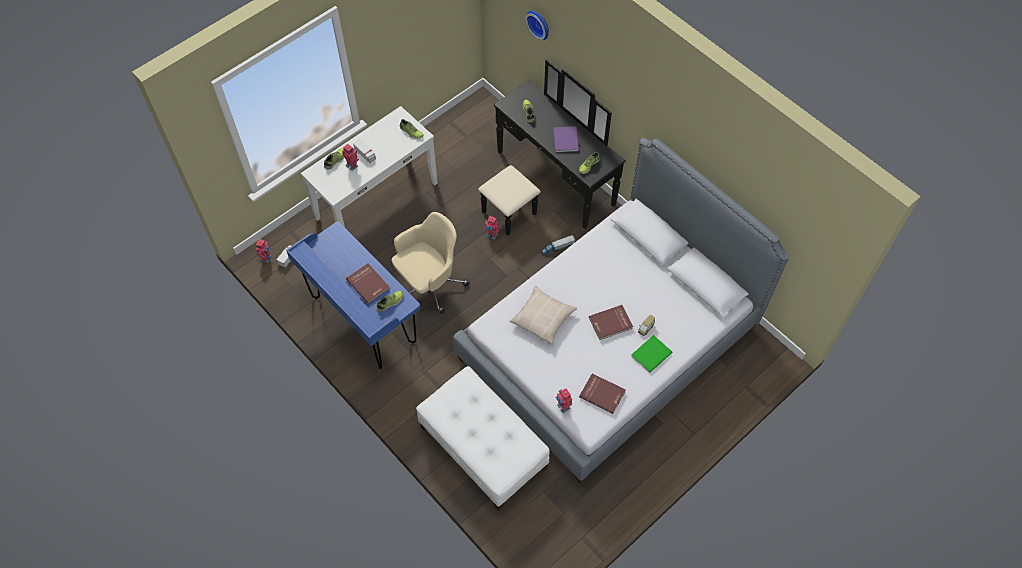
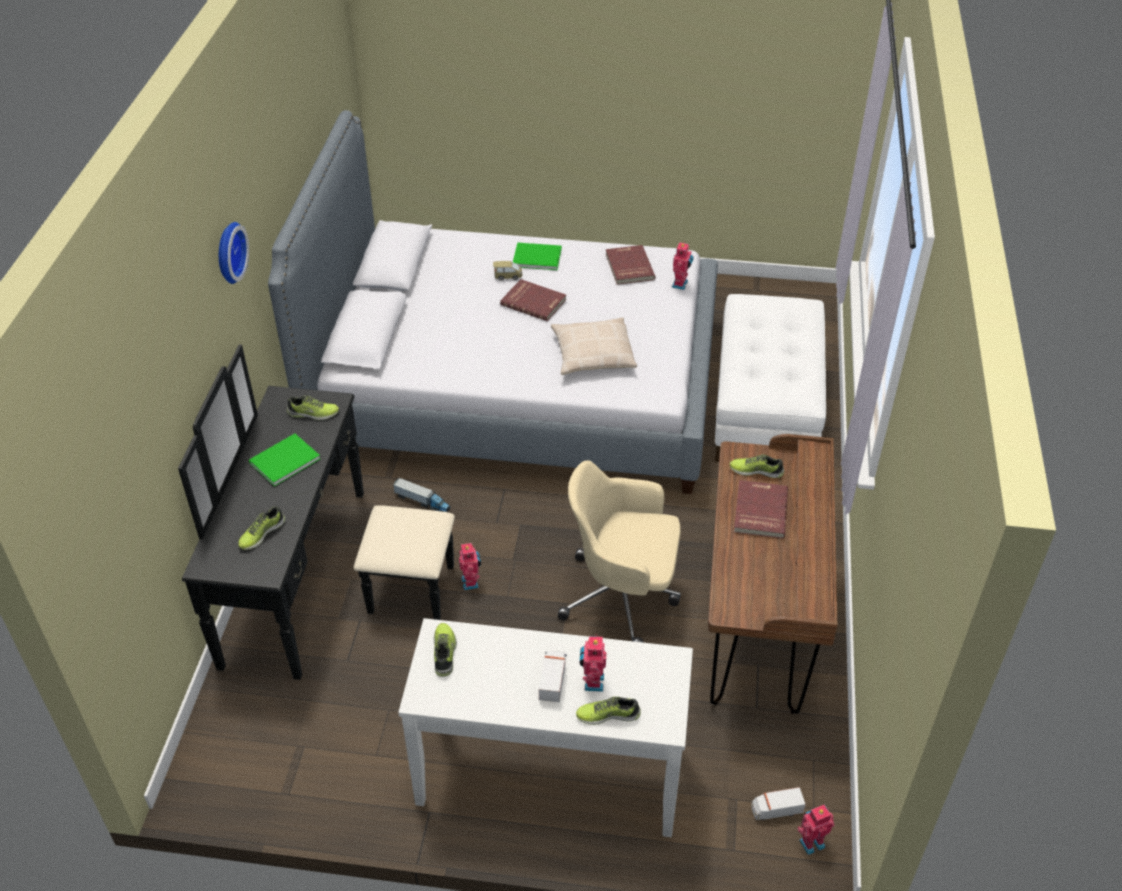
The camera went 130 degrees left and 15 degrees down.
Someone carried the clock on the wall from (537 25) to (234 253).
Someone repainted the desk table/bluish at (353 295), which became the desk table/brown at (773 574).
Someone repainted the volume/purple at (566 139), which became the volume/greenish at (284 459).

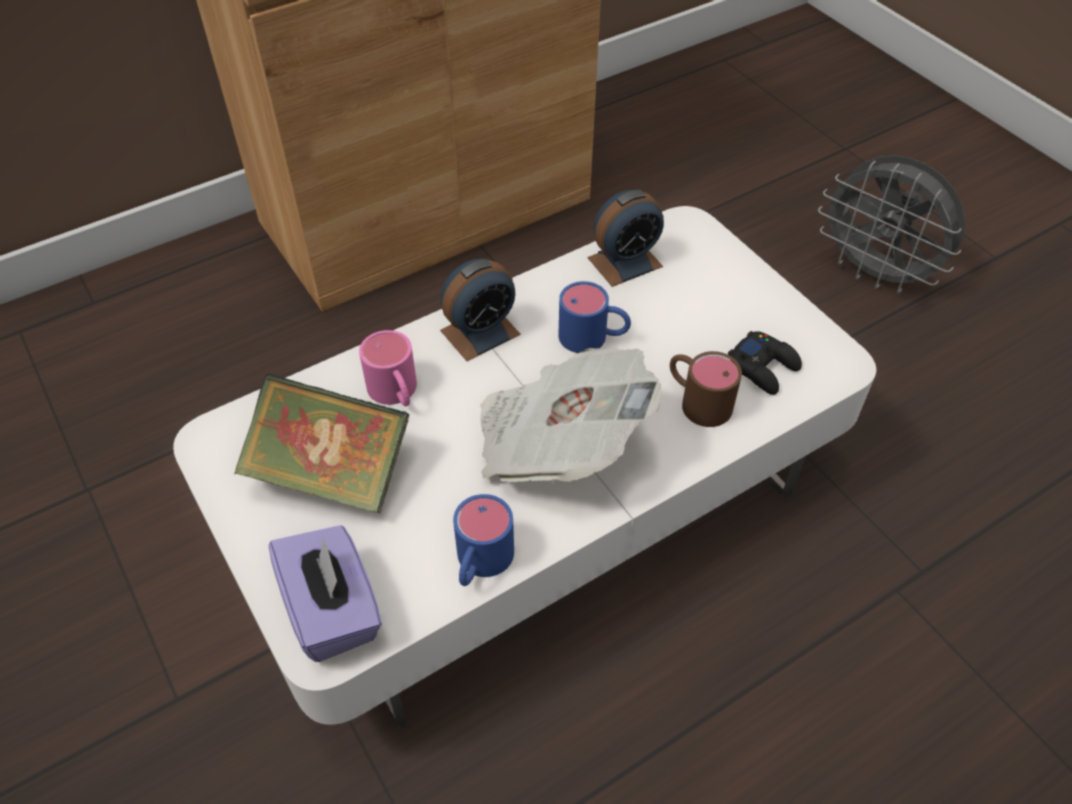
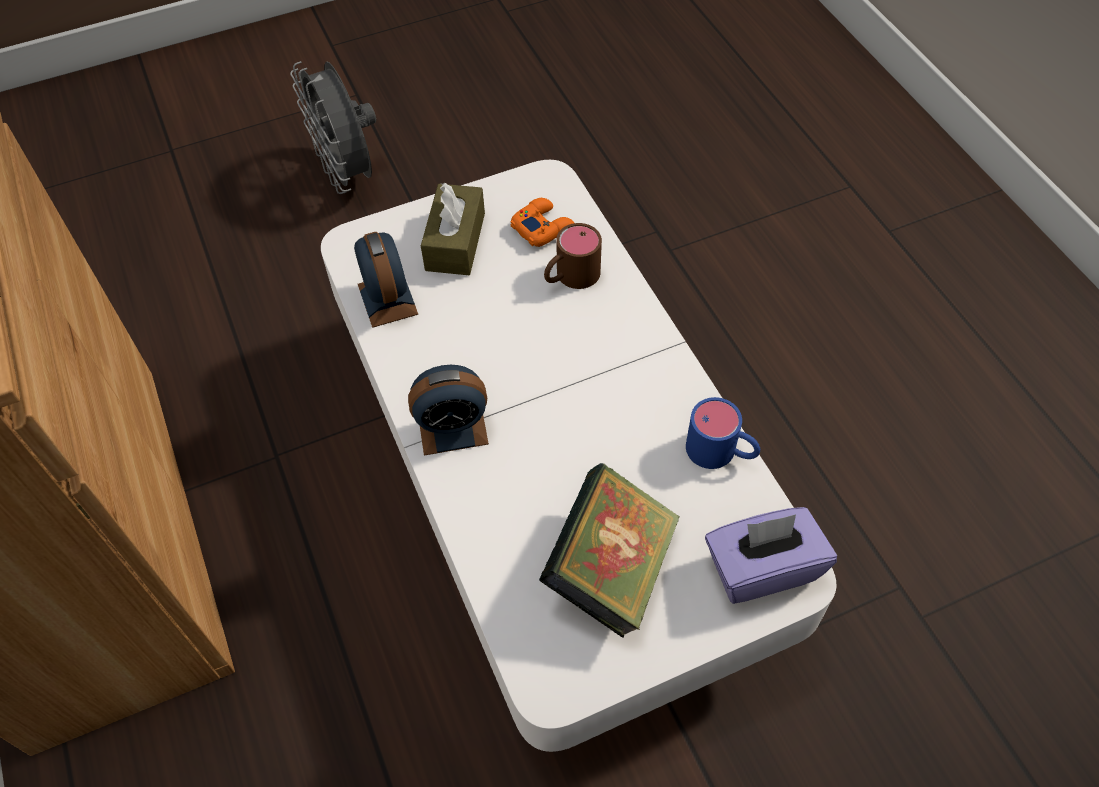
The camera went 80 degrees left and 5 degrees up.
Someone took away the tea mug/pinkish at (388 368).
Someone took away the daily paper at (571 415).
Someone took away the tea mug/bluish at (594 317).
Someone put down the tissue box/brown at (453 229).
Someone repainted the joypad/black-coloured at (765 363), which became the joypad/orange at (542 222).
Someone rotated the bedside clock at (480 310) by 105 degrees clockwise.
Someone rotated the fan/greyish at (891 224) by 105 degrees clockwise.

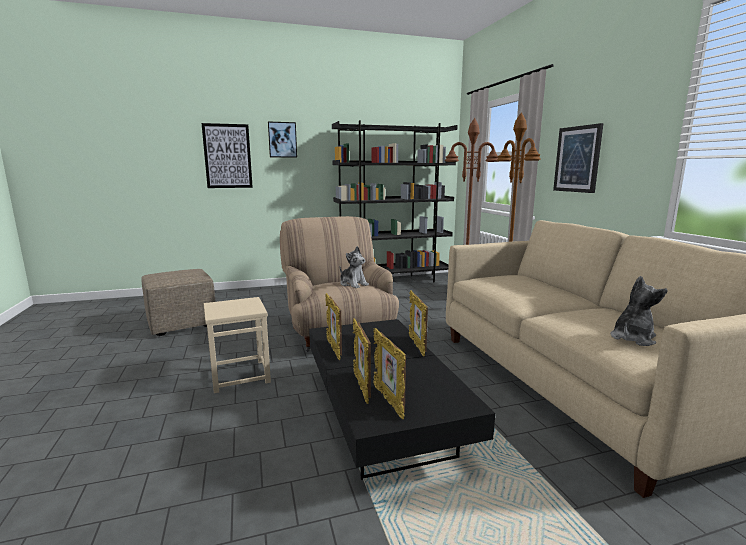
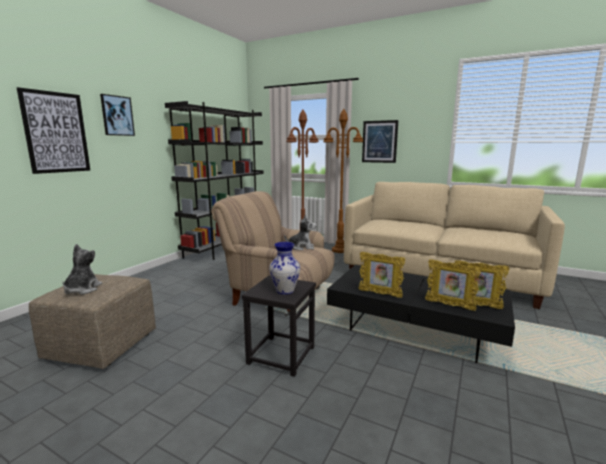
The camera went 45 degrees left and 0 degrees up.
Someone took away the standing frame at (418 323).
Someone put down the decorative vase at (284 268).
Someone carried the soft toy from (639 311) to (82 269).
Someone repainted the sitting stool/beige at (237 345), which became the sitting stool/black-coloured at (279 326).

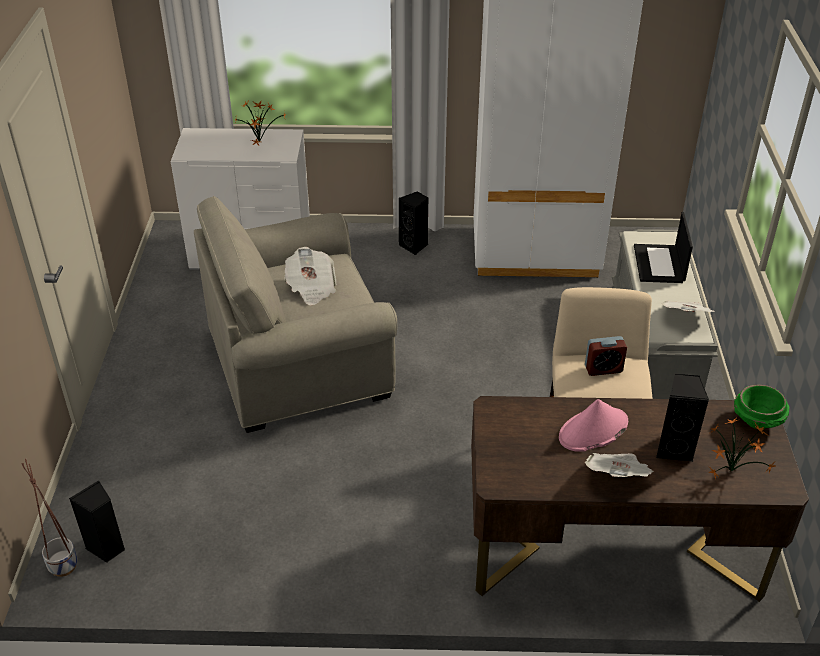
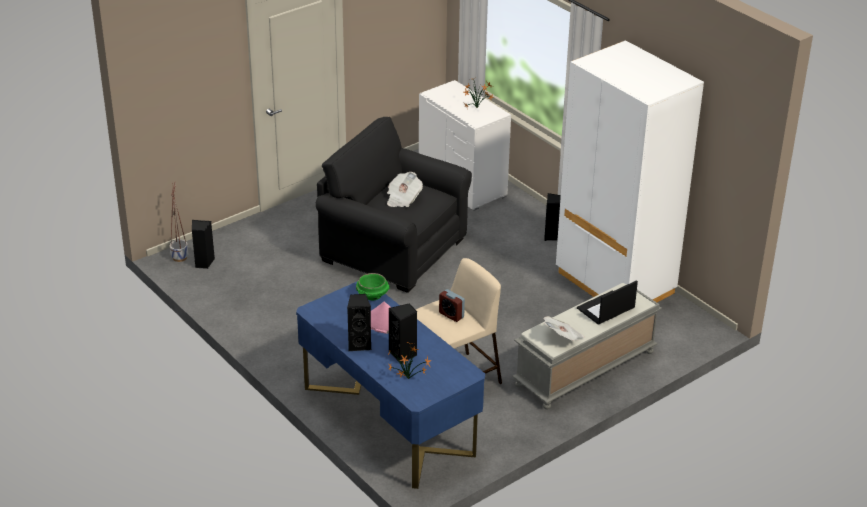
The camera went 50 degrees right and 5 degrees down.
Someone carried the deep dish/greenish from (762 407) to (373 286).
Someone swapped the daily paper at (619 465) for the audio speaker/black-coloured at (359 322).
Someone repainted the lounge chair/beige at (295 314), which became the lounge chair/black-coloured at (394 205).
Someone repainted the desk table/brown at (640 499), which became the desk table/bluish at (390 385).

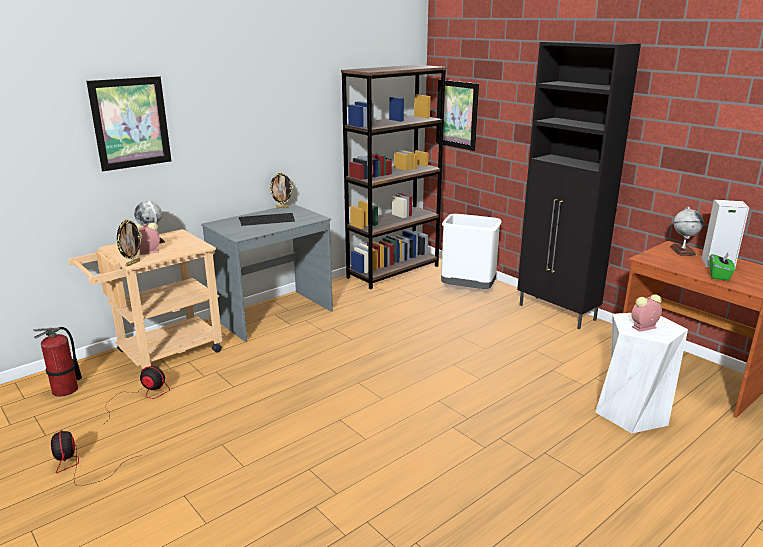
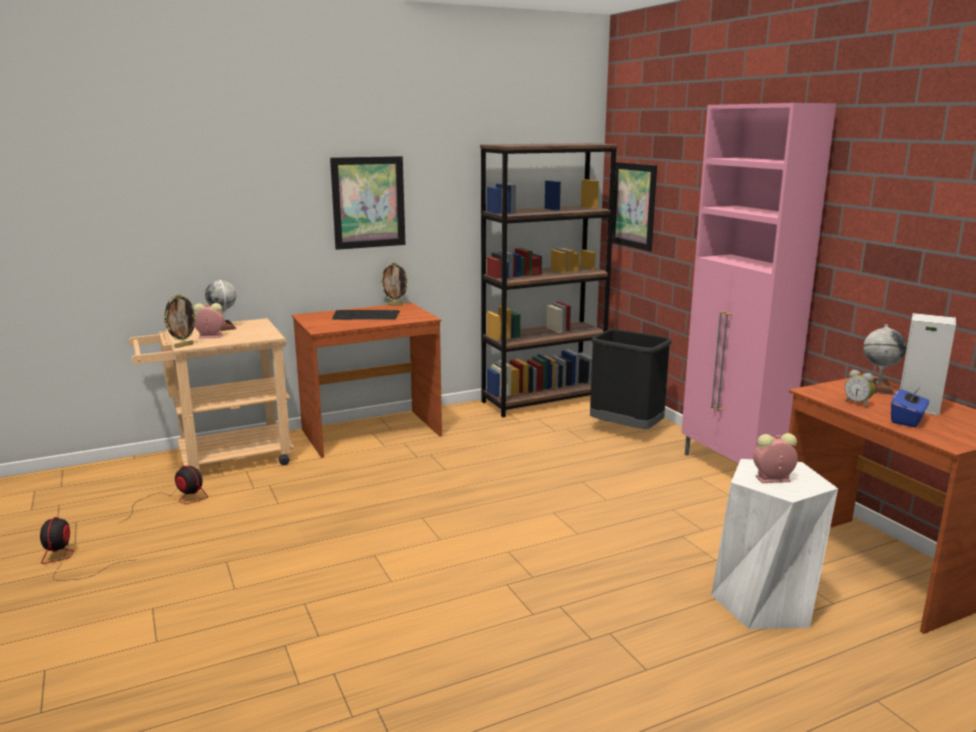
The camera went 15 degrees right and 5 degrees down.
Someone took away the fire extinguisher at (57 362).
Someone put down the bedside clock at (860 388).
Someone carried the picture from (128 123) to (367 203).
Someone repainted the desk table/greyish at (267 273), which became the desk table/brown at (366 380).
Someone repainted the waste bin/white at (471 251), which became the waste bin/black-coloured at (631 379).
Someone repainted the cabinet/black-coloured at (579 185), which became the cabinet/pinkish at (758 283).
Someone repainted the tissue box/greenish at (722 266), which became the tissue box/bluish at (910 406).

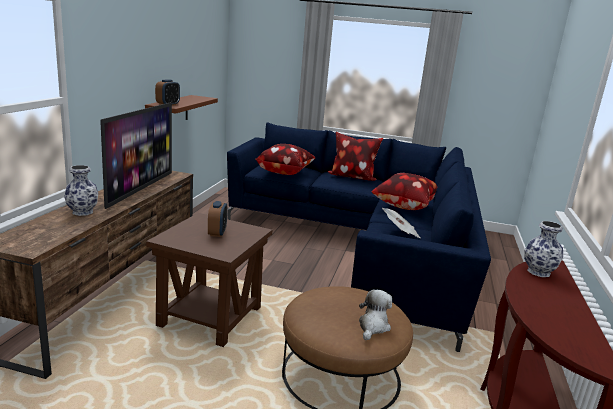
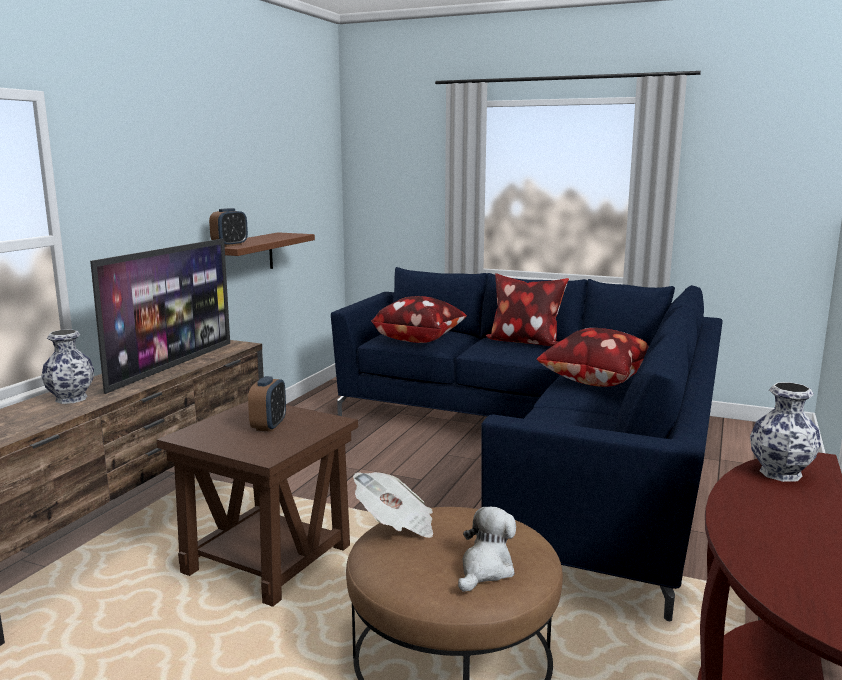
The camera went 10 degrees right and 5 degrees down.
Someone carried the daily paper from (401 223) to (393 505).

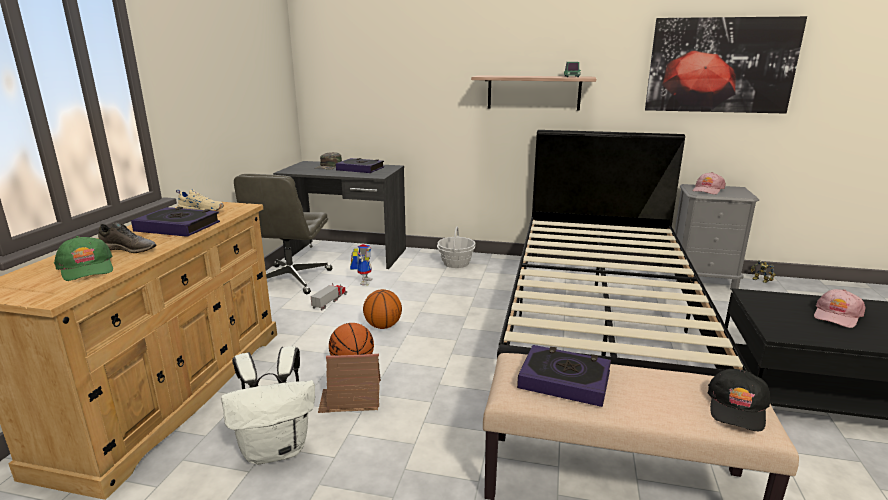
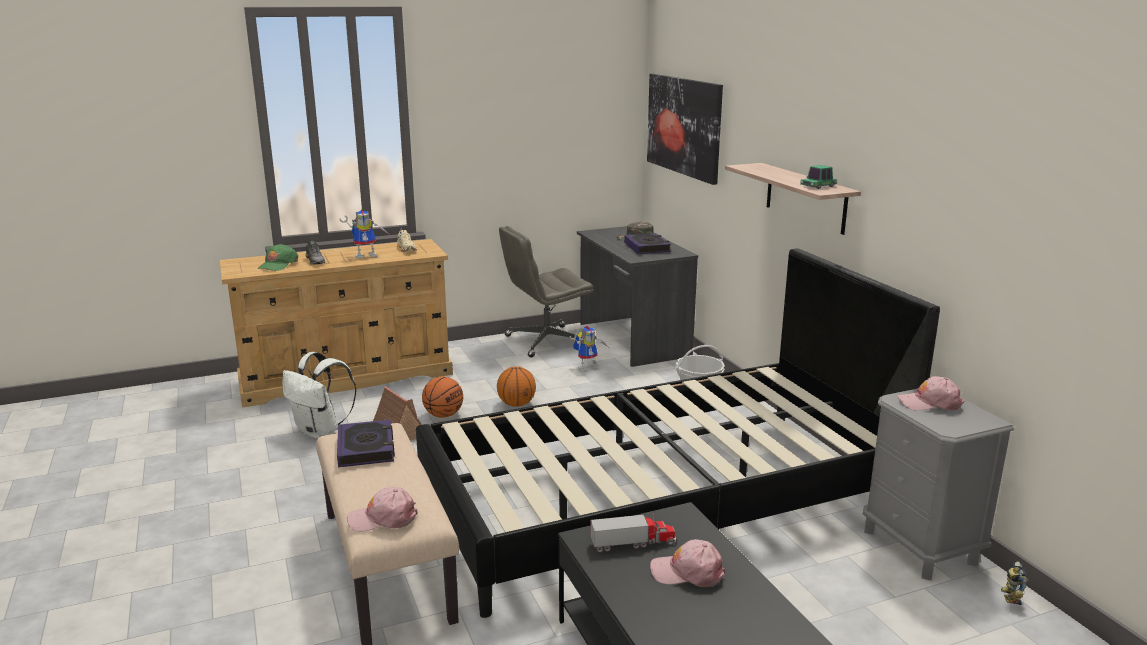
The camera went 55 degrees right and 0 degrees up.
Someone carried the model truck from (329 296) to (633 533).
Someone carried the picture from (726 65) to (685 129).
Someone swapped the volume at (175 222) for the toy robot at (364 234).
Someone repainted the peaked cap/black-coloured at (739 400), which became the peaked cap/pinkish at (382 509).

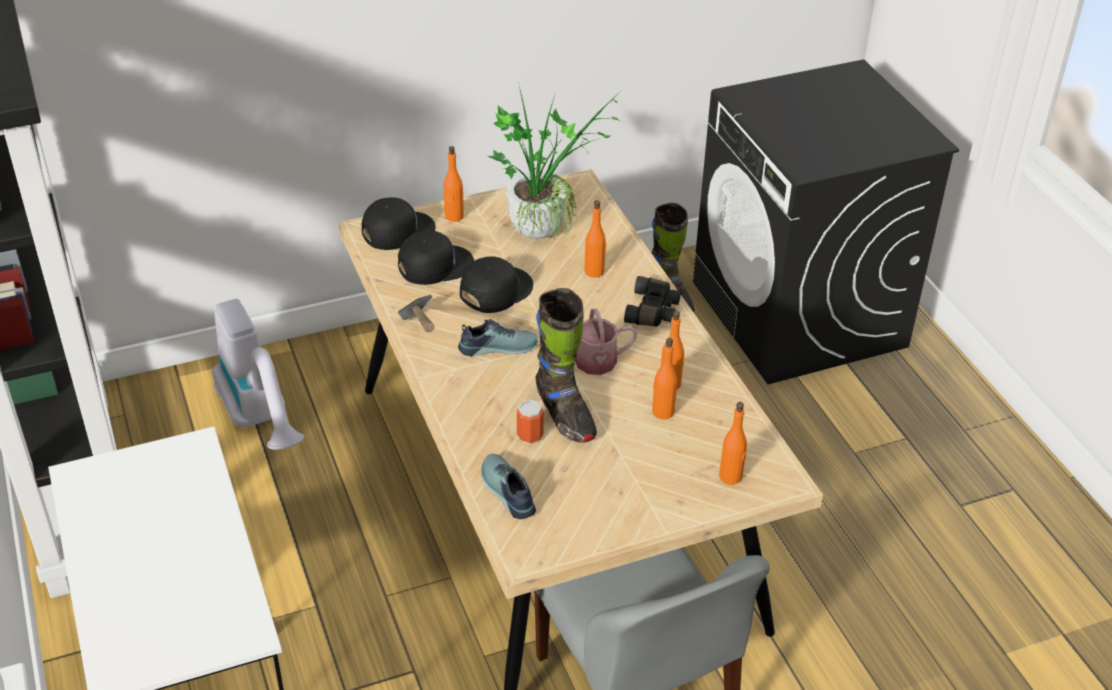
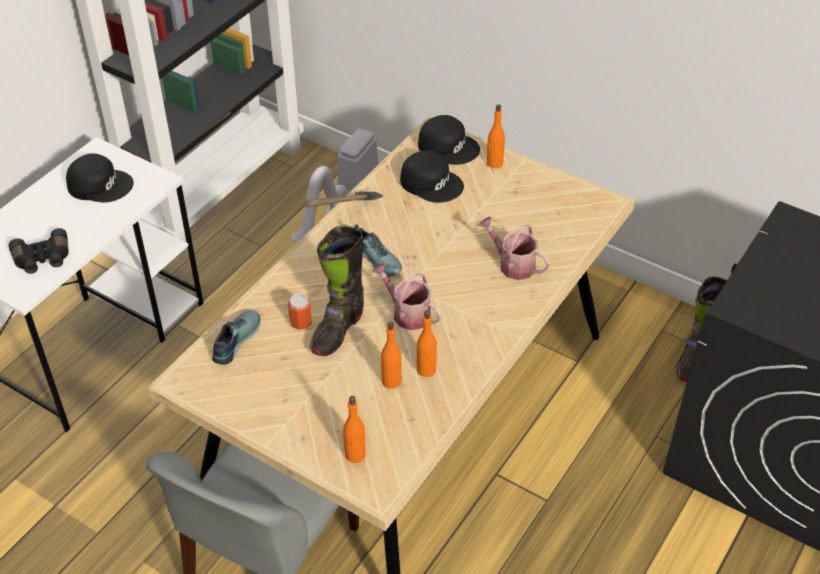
The camera went 55 degrees right and 5 degrees up.
Someone took away the potted plant at (556 162).
Someone carried the peaked cap/black-coloured from (496 284) to (100 177).
Someone carried the field glasses/black-coloured from (652 301) to (39 251).
Someone swapped the beverage bottle/orange at (595 239) for the watering can at (514 248).

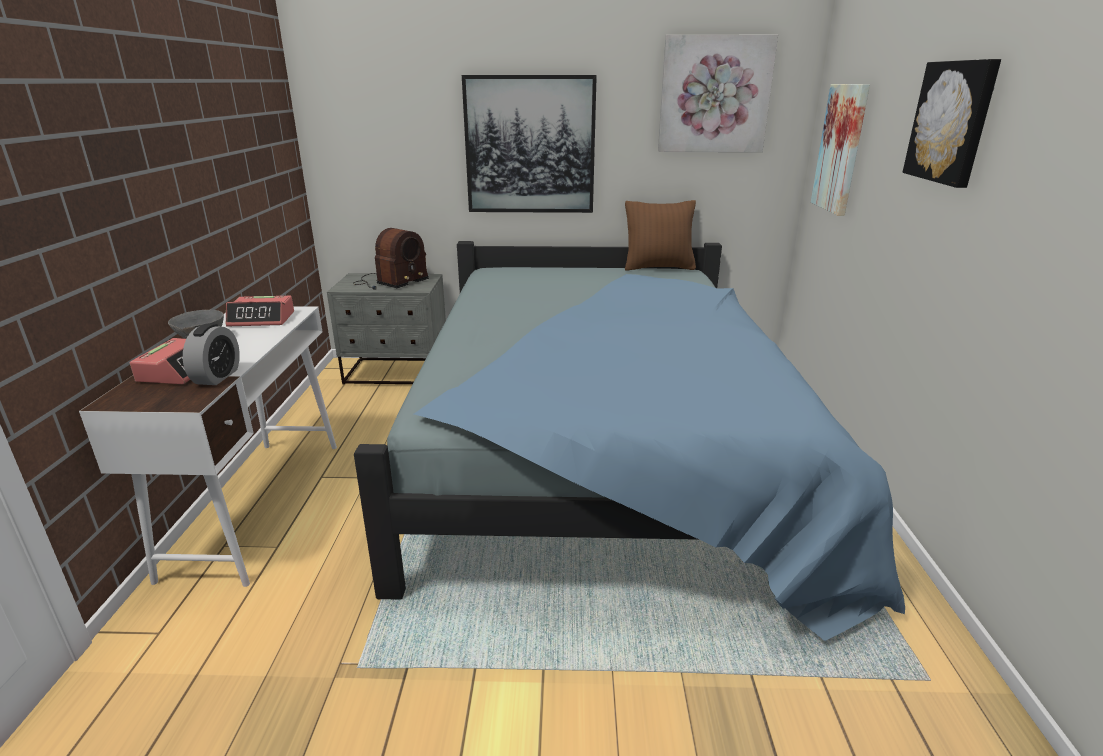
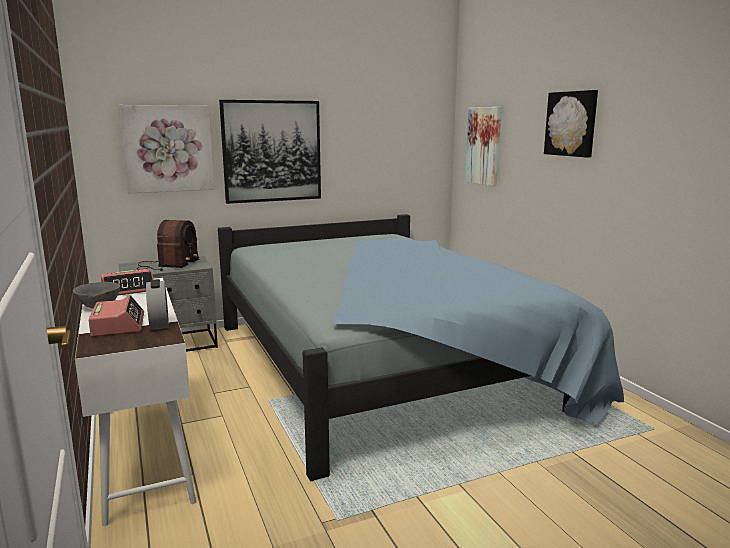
The camera went 25 degrees left and 10 degrees down.
Someone took away the throw pillow/brown at (660 235).
Someone carried the picture from (718 93) to (167 149).

